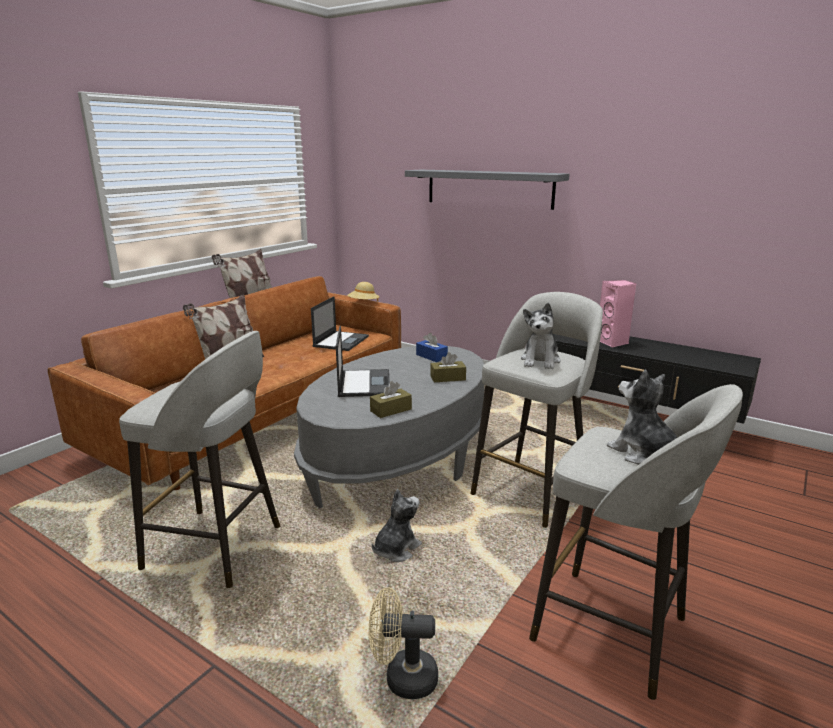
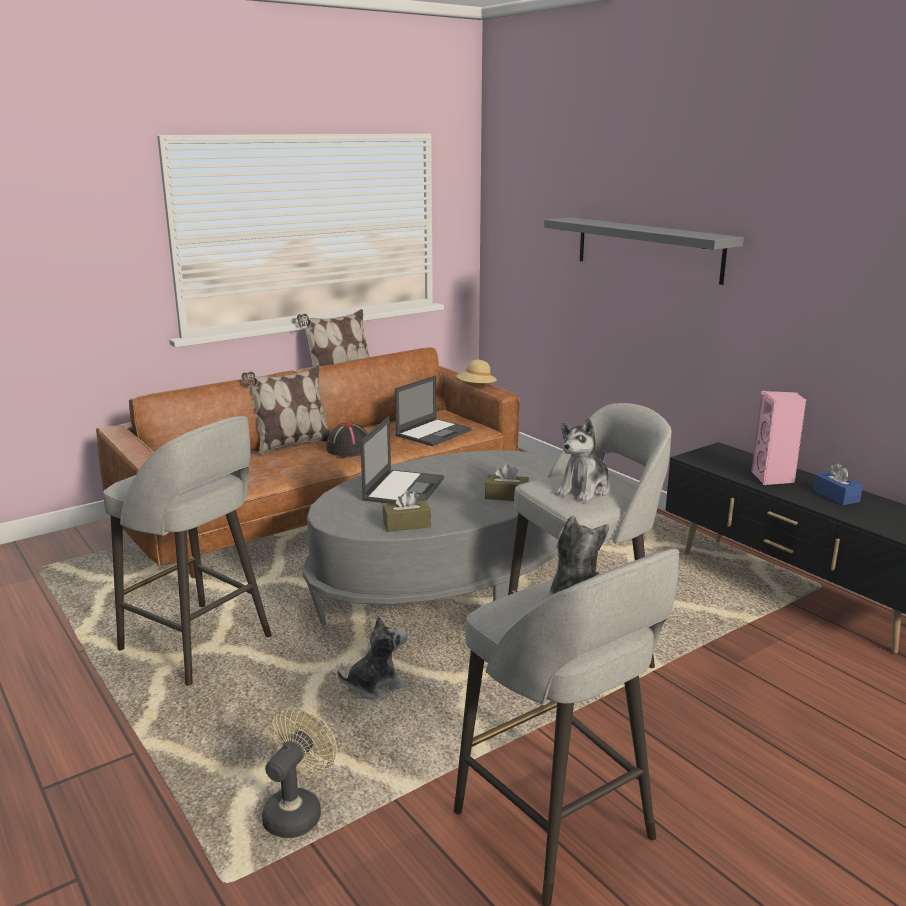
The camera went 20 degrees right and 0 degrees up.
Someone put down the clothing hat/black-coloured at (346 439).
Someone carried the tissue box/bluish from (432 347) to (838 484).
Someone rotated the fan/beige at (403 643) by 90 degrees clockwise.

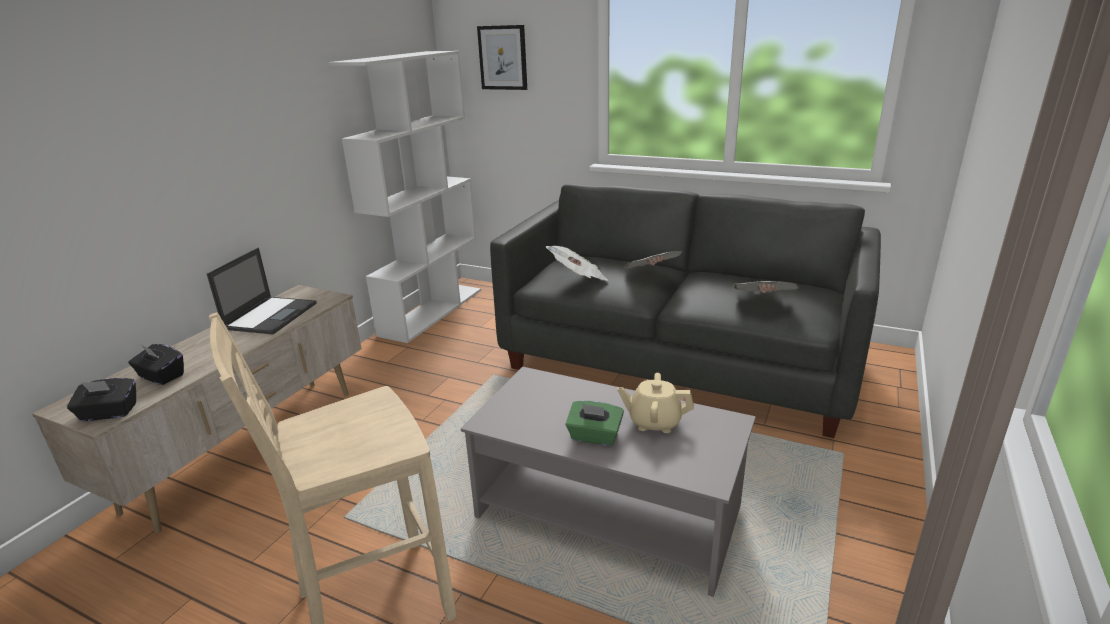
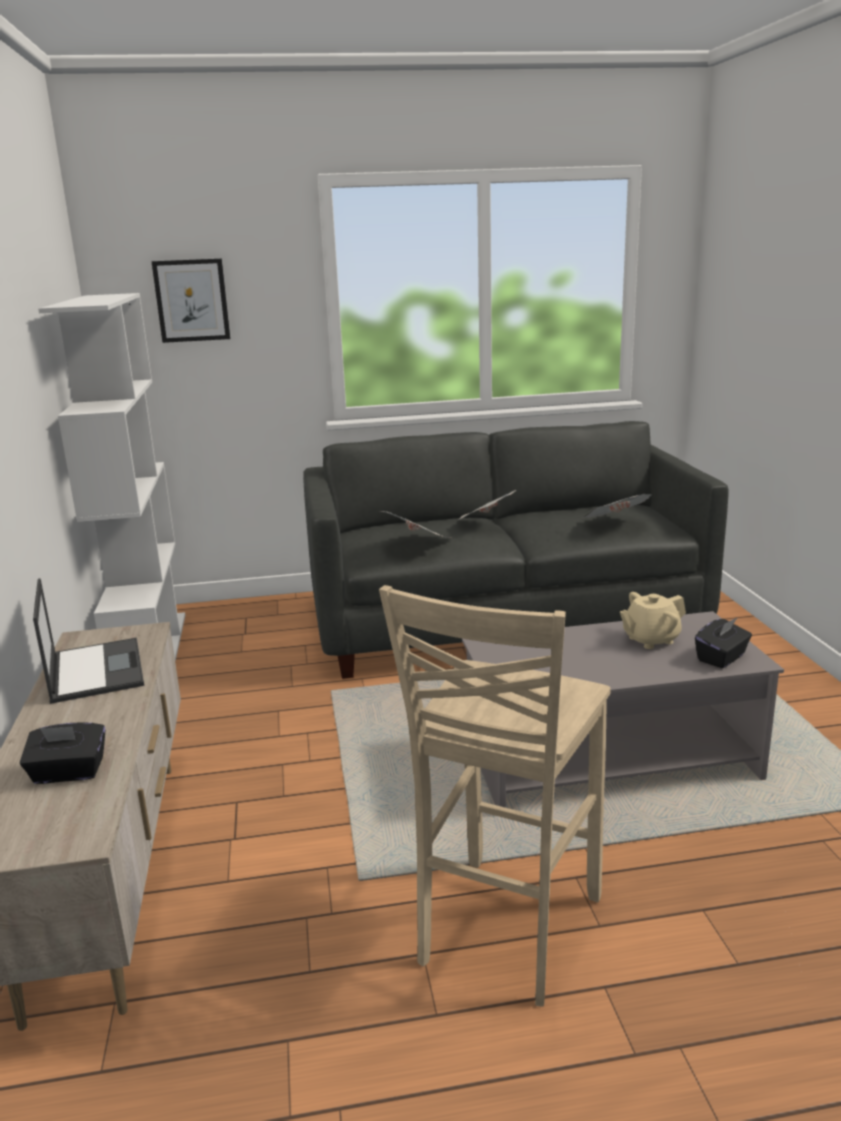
The camera went 35 degrees left and 5 degrees down.
Someone took away the tissue box/greenish at (594 423).
Someone carried the tissue box/black-coloured from (101 399) to (723 642).

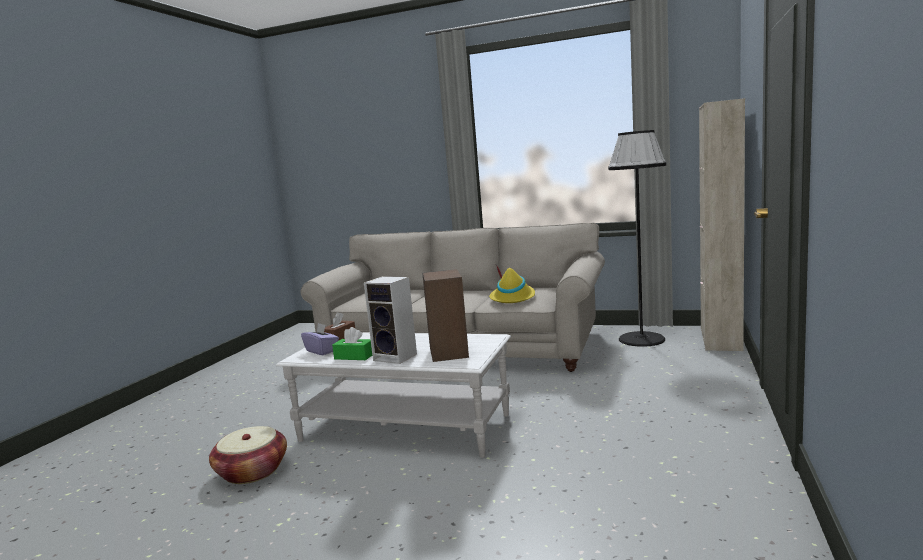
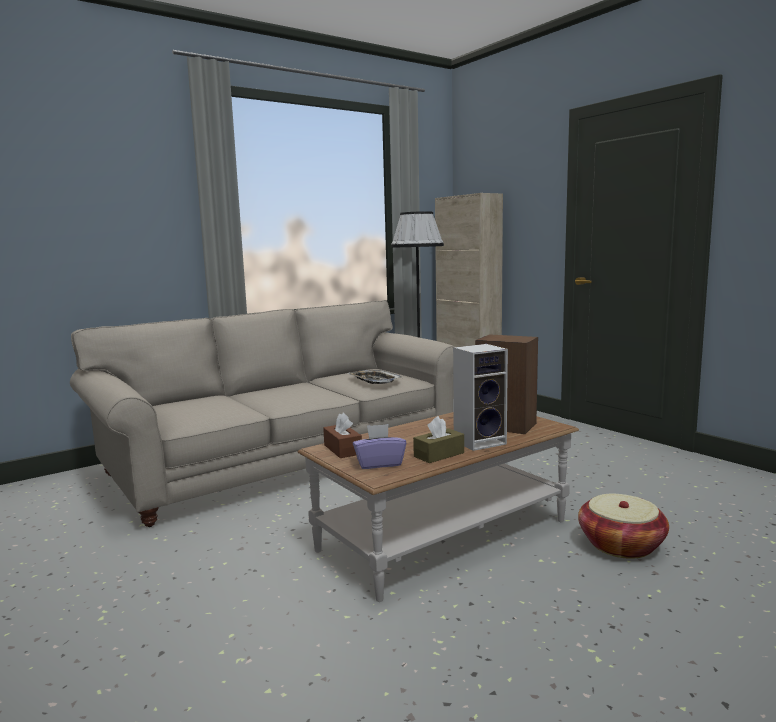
The camera went 55 degrees left and 0 degrees up.
Someone carried the household basket from (248 455) to (623 526).
Someone swapped the clothing hat/yellow at (512 284) for the serving tray at (375 377).
Someone repainted the low table/white at (393 395), which became the low table/brown at (438 507).
Someone repainted the tissue box/greenish at (352 343), which became the tissue box/brown at (438 439).

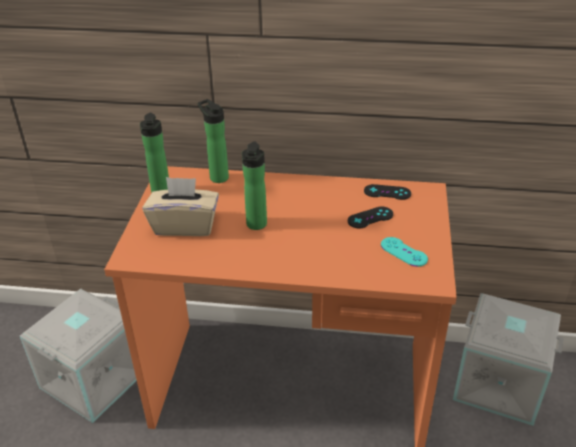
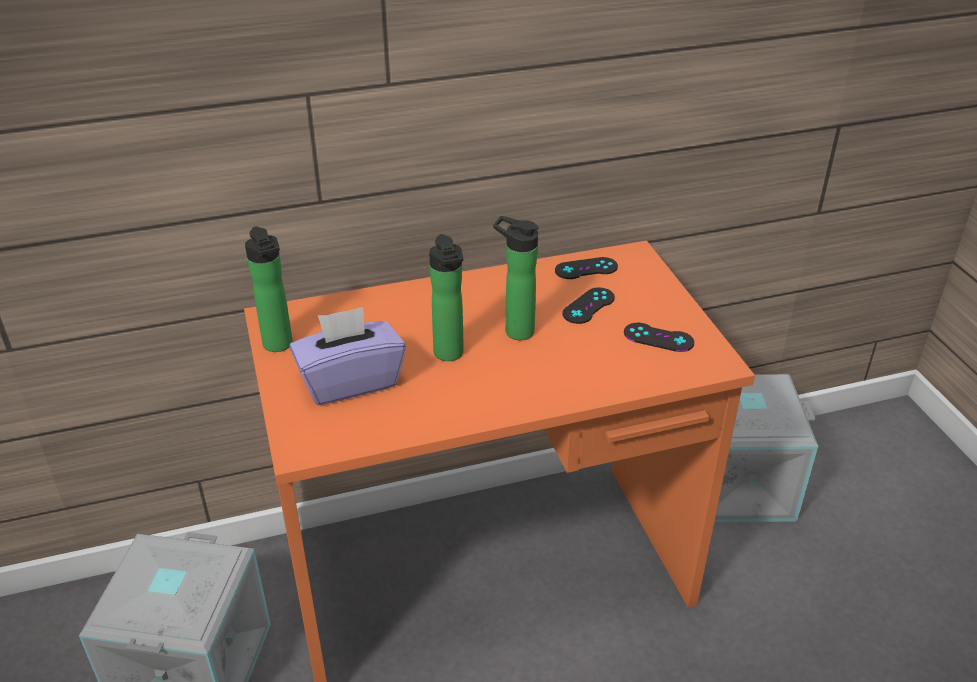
The camera went 25 degrees left and 0 degrees up.
Someone carried the beverage bottle from (213 141) to (516 278).
Someone repainted the tissue box/beige at (181 206), which became the tissue box/purple at (348 356).
Someone repainted the joypad/turquoise-coloured at (404 252), which became the joypad/black-coloured at (659 337).

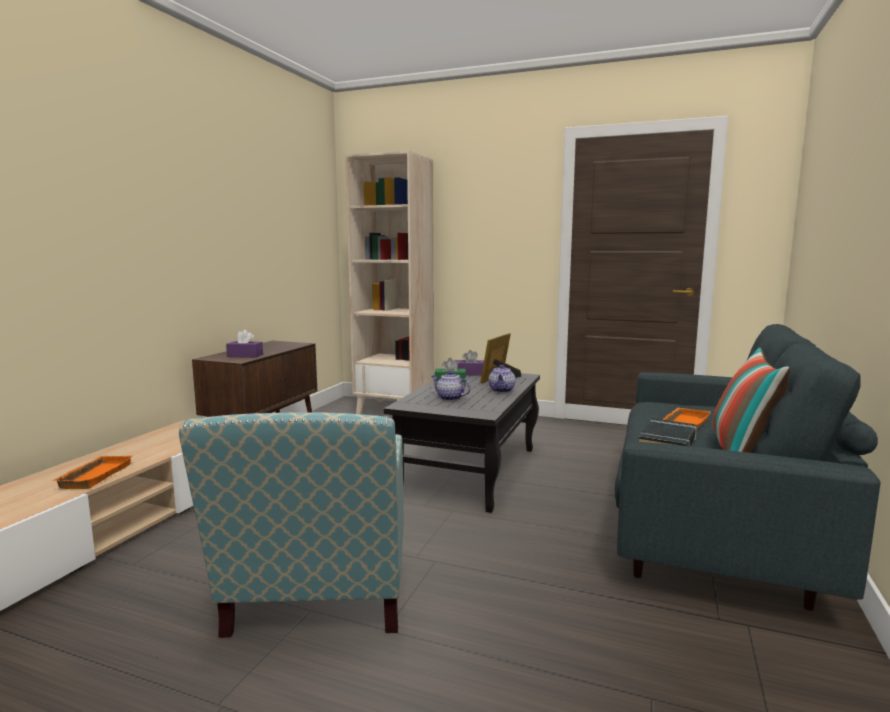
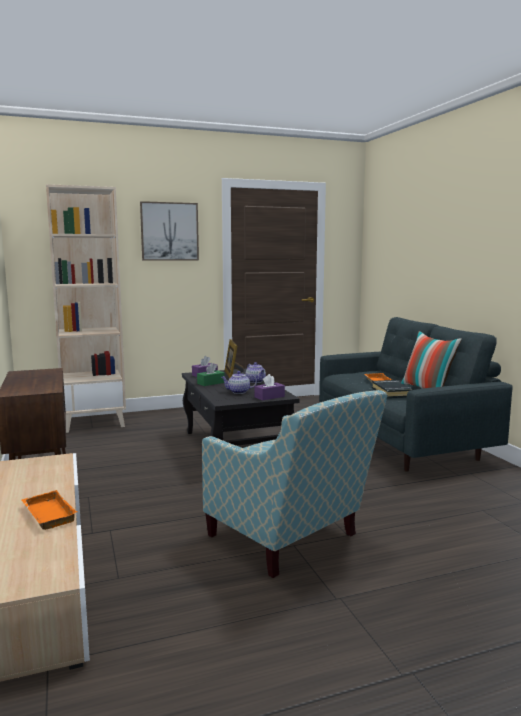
The camera went 40 degrees left and 0 degrees up.
Someone put up the picture at (169 231).
Someone carried the tissue box/purple from (244 344) to (270 387).

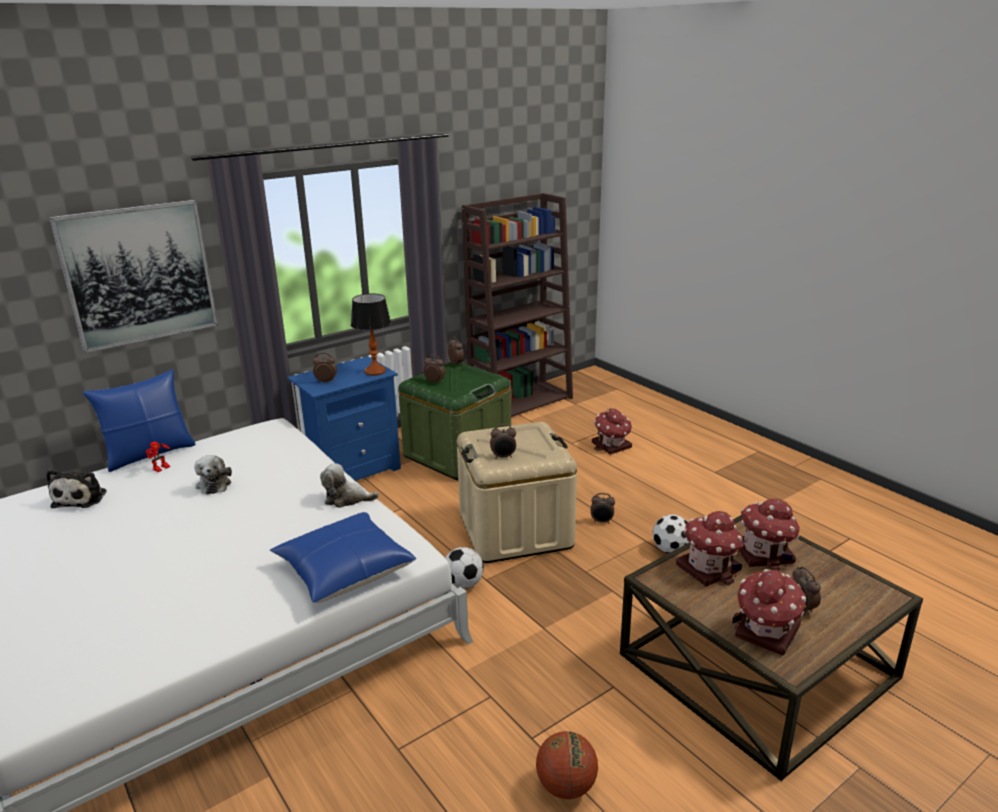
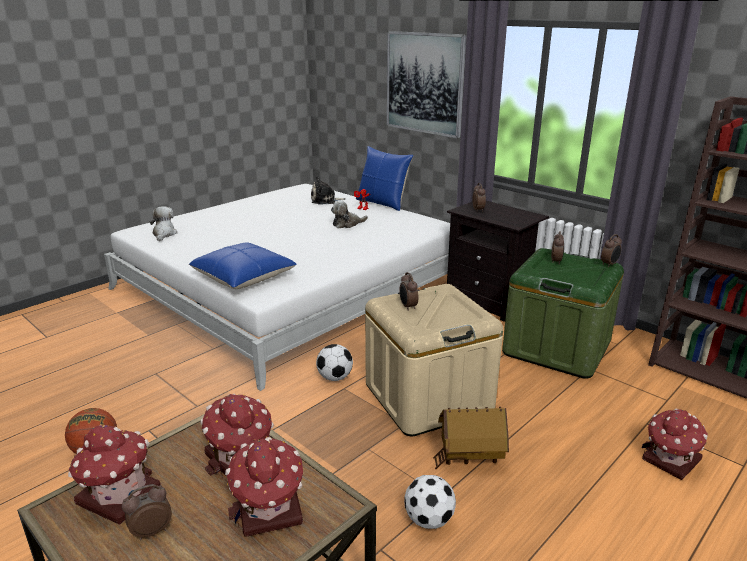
The camera went 80 degrees right and 0 degrees up.
Someone took away the table lamp at (371 334).
Someone carried the soft toy from (349 485) to (163 223).
Someone swapped the bedside clock at (602 508) for the toy house at (471 438).
Someone repainted the nightstand/bluish at (344 418), which became the nightstand/black-coloured at (498 261).

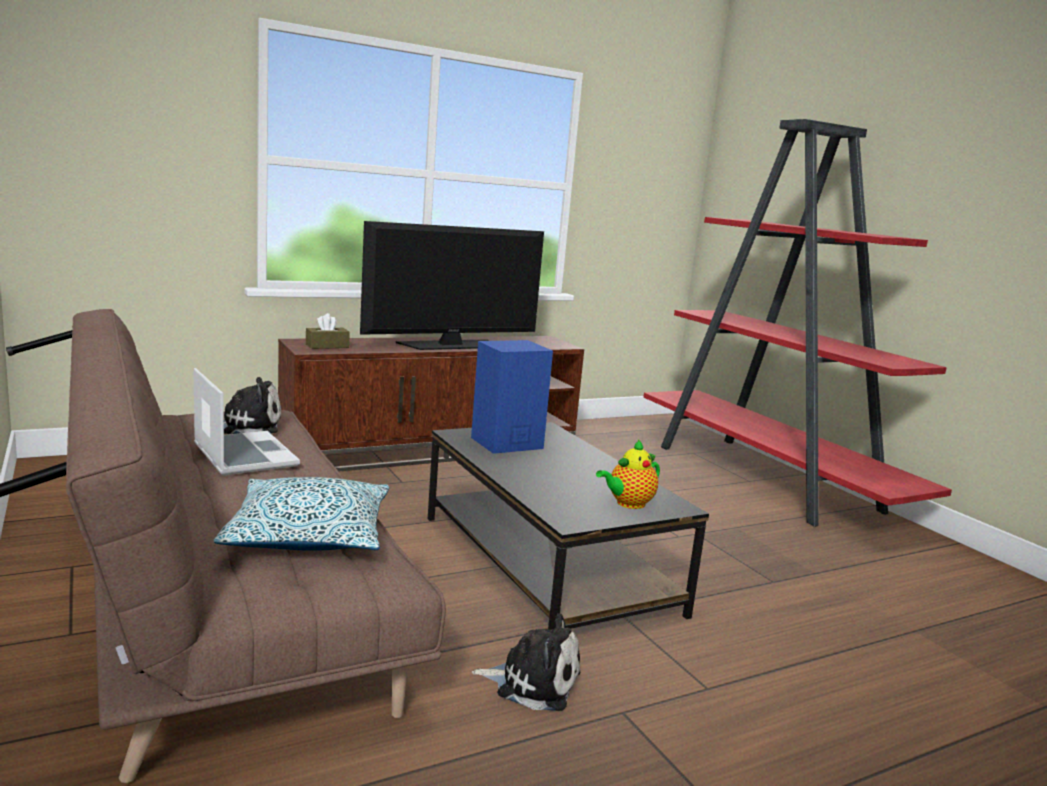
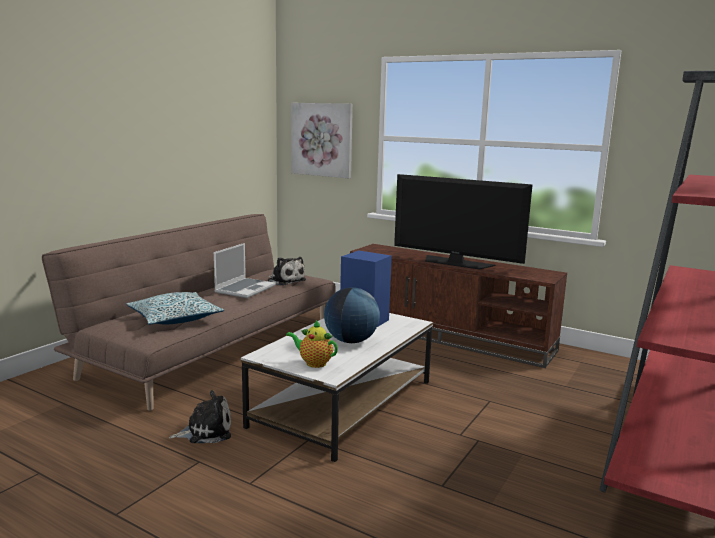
The camera went 60 degrees right and 0 degrees up.
Someone took away the tissue box/brown at (328 331).
Someone put up the picture at (322 140).
Someone put down the desk globe at (352 315).
Someone repainted the low table/black-coloured at (568 526), which became the low table/white at (337 387).
Someone rotated the soft toy at (526 662) by 90 degrees counterclockwise.

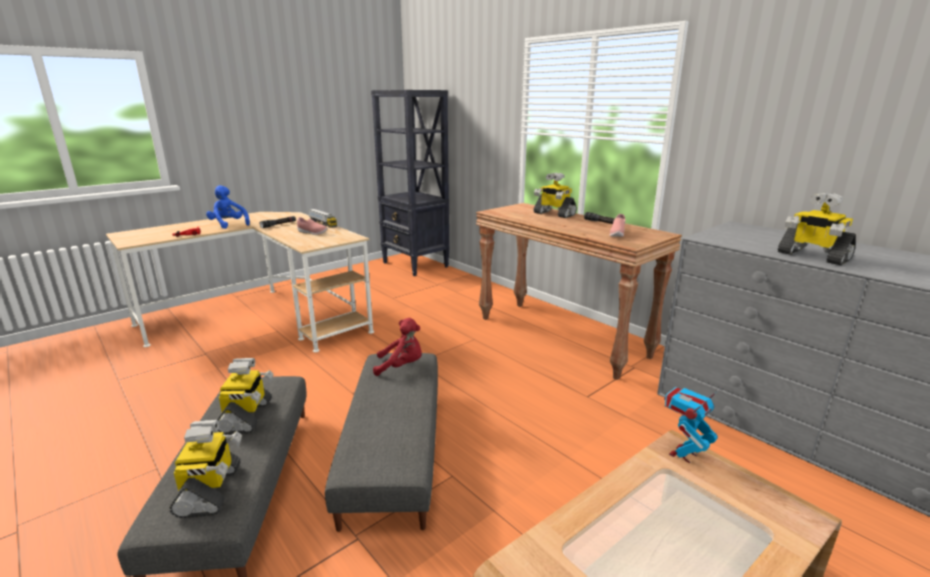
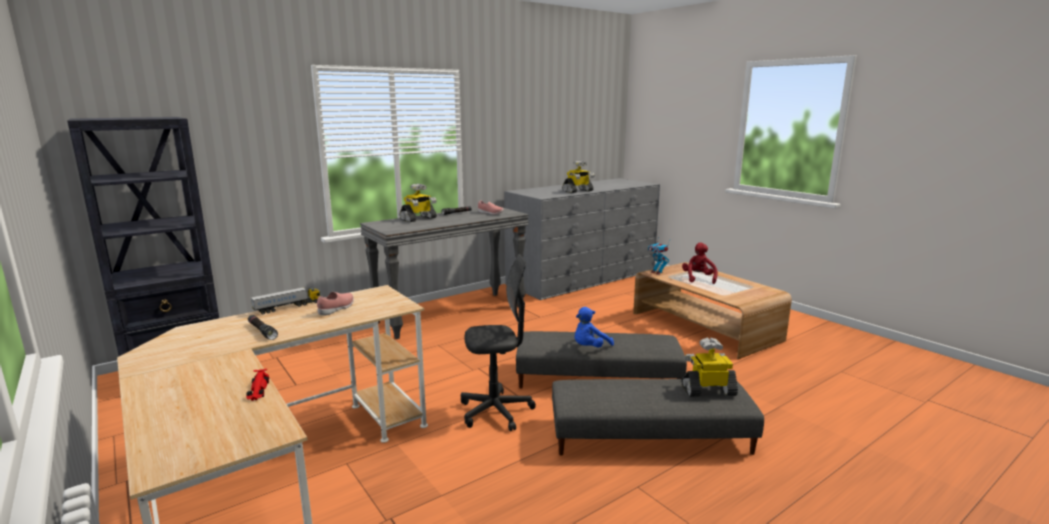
The camera went 85 degrees left and 5 degrees down.
Someone took away the toy robot at (245 396).
Someone put down the desk chair/greyish at (498 342).
Someone carried the soft toy/bluish from (228 207) to (594 327).
Someone carried the soft toy/red from (397 347) to (700 263).
Someone repainted the console table/brown at (579 291), which became the console table/greyish at (444 273).

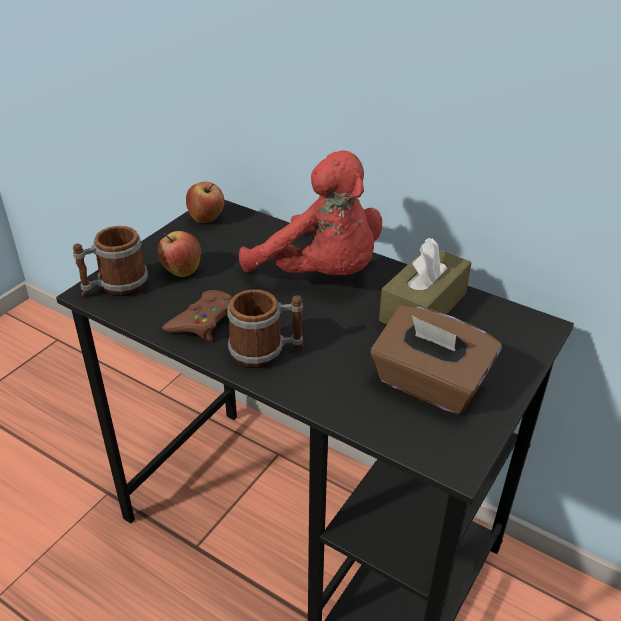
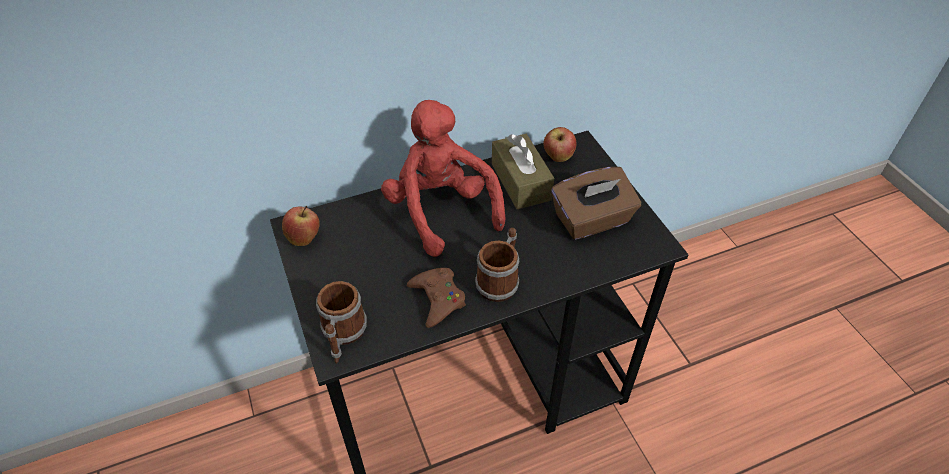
The camera went 55 degrees left and 10 degrees up.
Someone carried the apple from (179 254) to (560 144).
Someone rotated the soft toy/red at (310 212) by 105 degrees counterclockwise.

